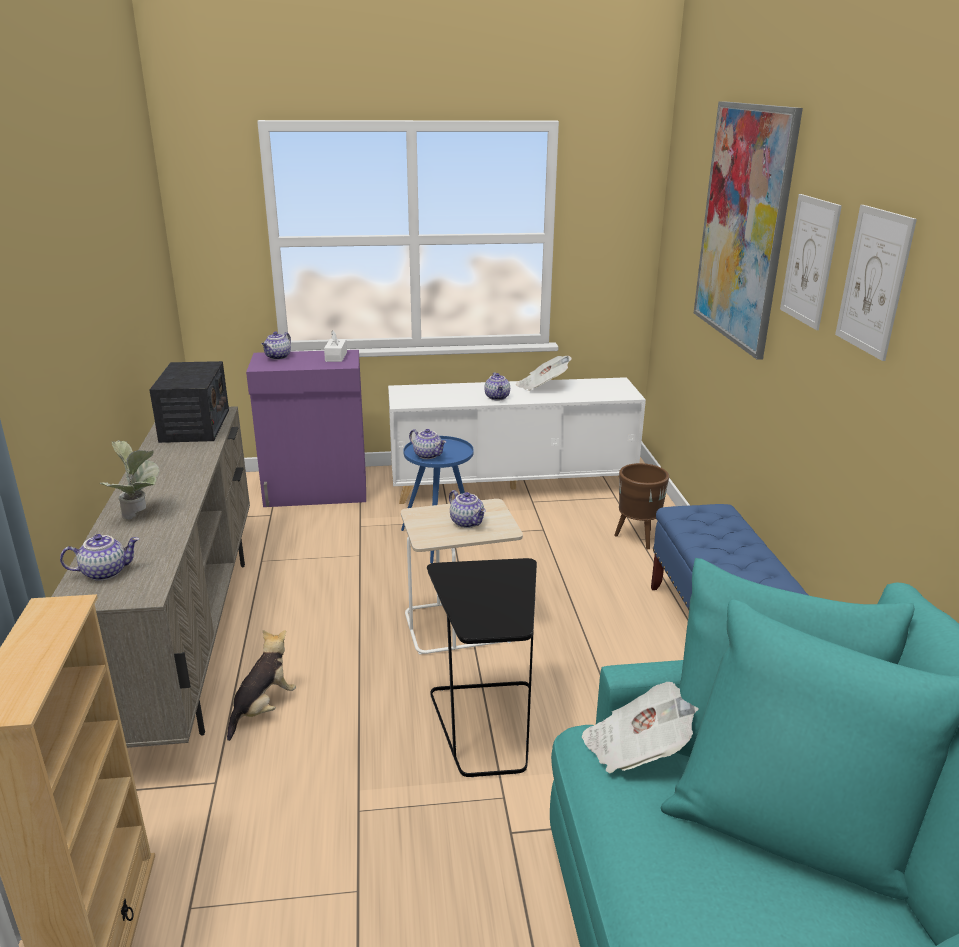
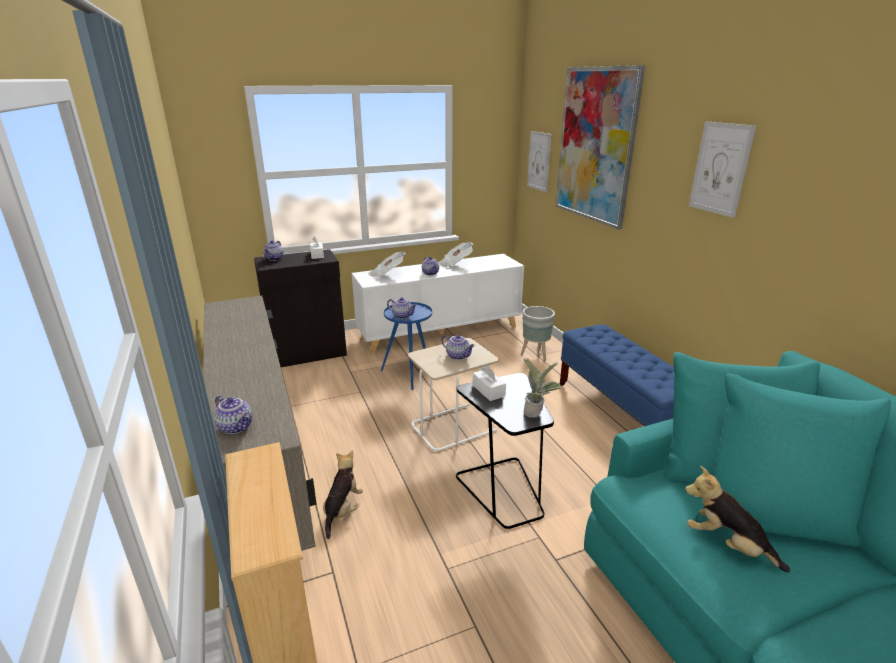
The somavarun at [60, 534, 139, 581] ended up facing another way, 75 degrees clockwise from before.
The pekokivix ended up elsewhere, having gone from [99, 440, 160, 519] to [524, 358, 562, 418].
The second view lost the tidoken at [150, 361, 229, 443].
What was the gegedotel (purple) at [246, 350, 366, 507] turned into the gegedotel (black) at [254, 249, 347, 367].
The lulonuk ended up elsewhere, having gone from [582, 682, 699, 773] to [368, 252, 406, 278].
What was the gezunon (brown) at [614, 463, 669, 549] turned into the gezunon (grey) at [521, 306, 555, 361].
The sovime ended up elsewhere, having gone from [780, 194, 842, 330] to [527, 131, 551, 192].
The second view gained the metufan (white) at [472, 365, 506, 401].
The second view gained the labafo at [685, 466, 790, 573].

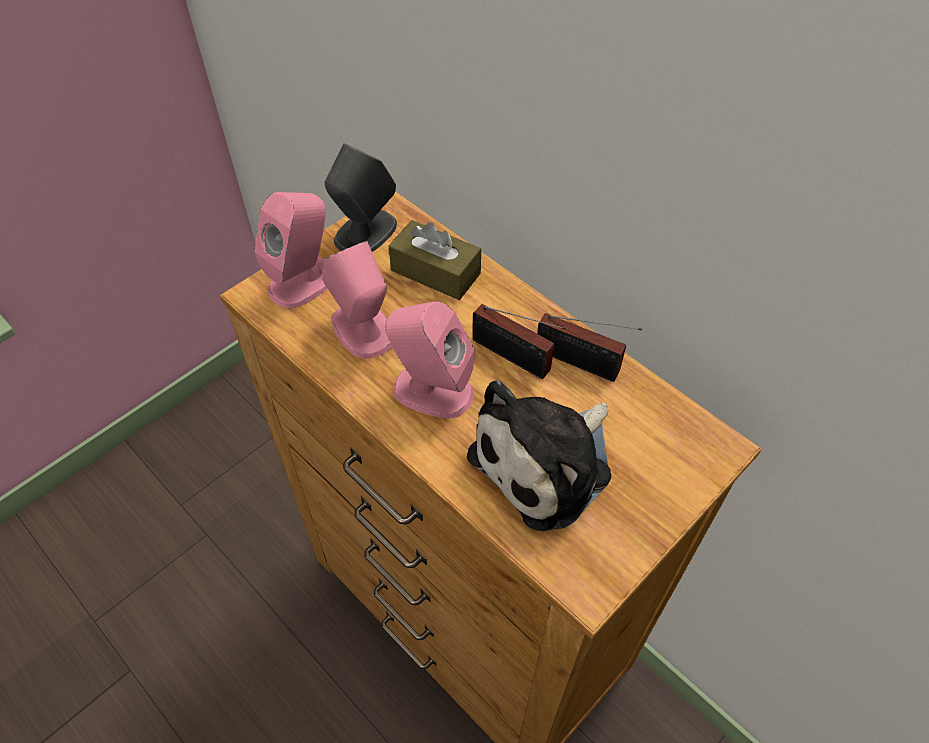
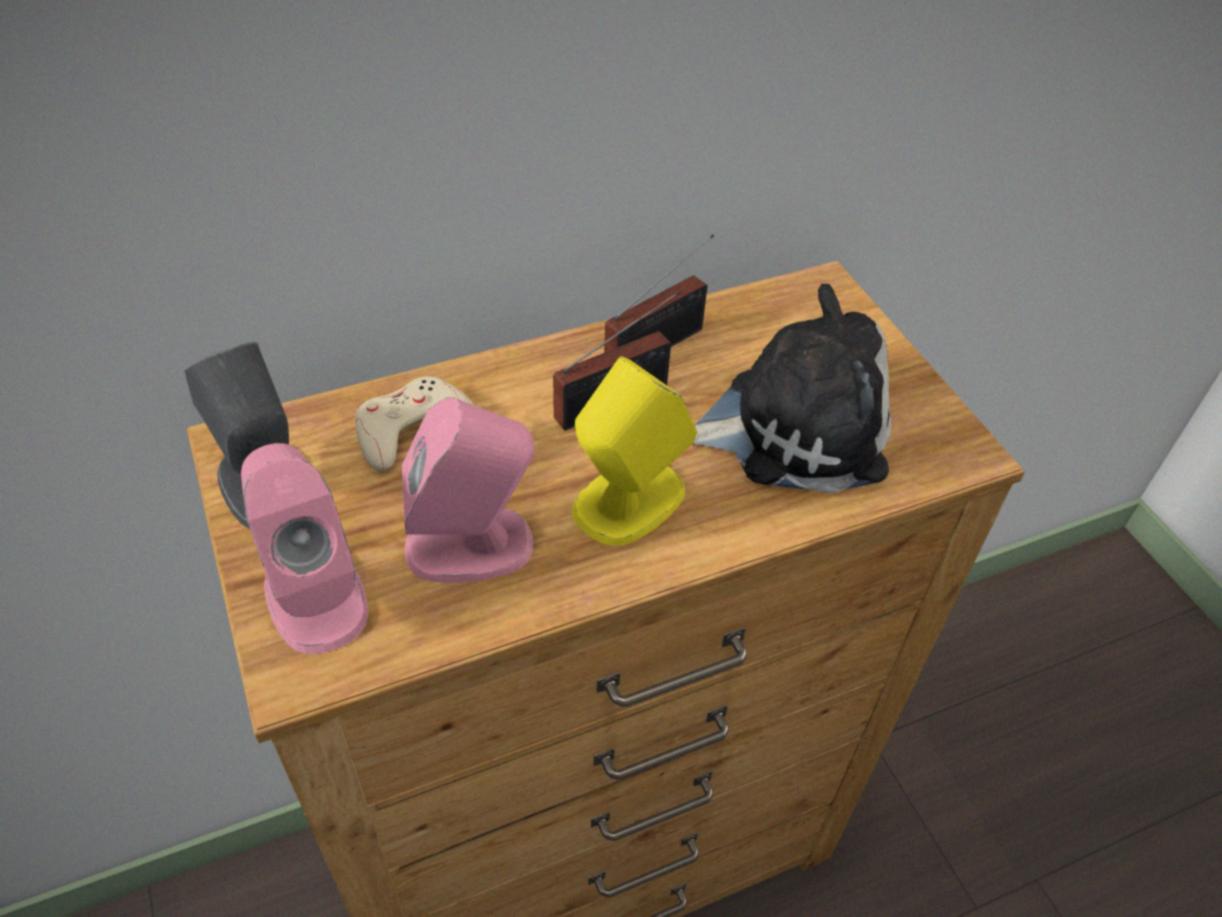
What was the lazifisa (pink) at [385, 301, 475, 418] turned into the lazifisa (yellow) at [572, 356, 697, 546].
Where the metufan (brown) stood at [389, 220, 481, 300], the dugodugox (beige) came to stand at [355, 376, 474, 471].
The labafo at [467, 380, 611, 531] ended up facing another way, 75 degrees counterclockwise from before.

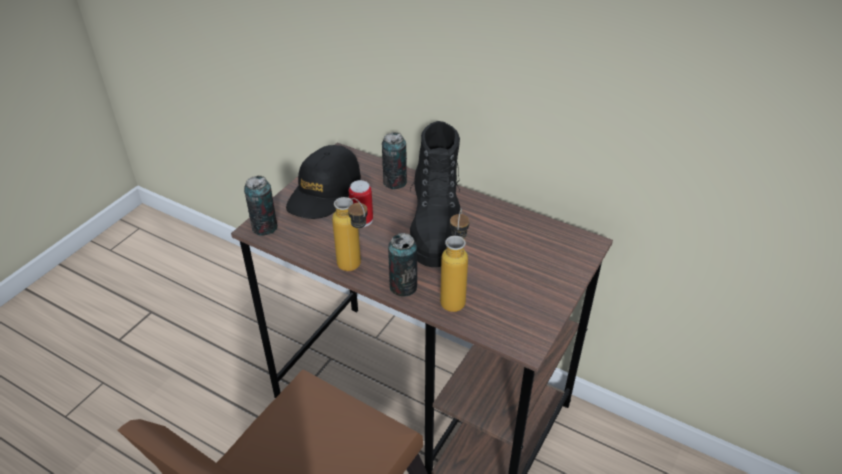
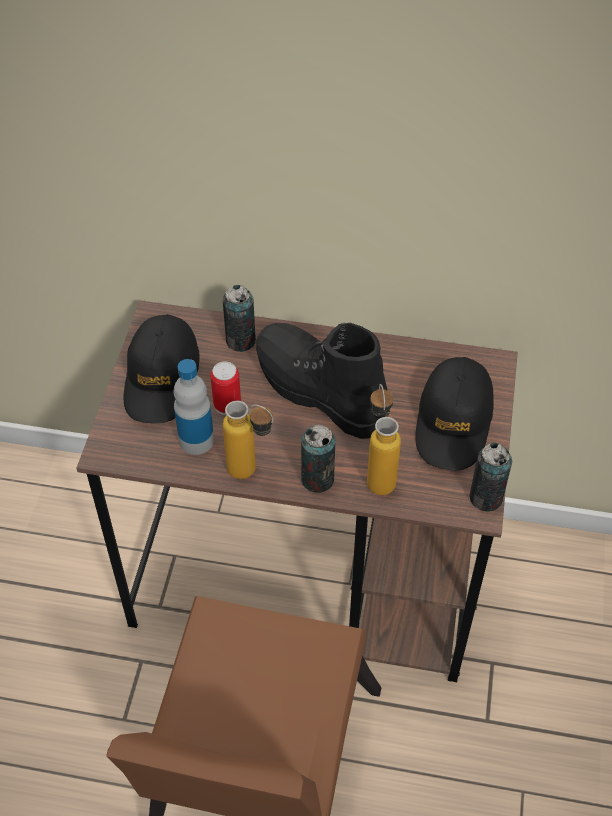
The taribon ended up elsewhere, having gone from [244, 176, 277, 236] to [469, 442, 512, 512].
The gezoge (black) at [410, 121, 461, 267] ended up facing another way, 150 degrees clockwise from before.
The second view gained the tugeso at [173, 359, 214, 455].
The second view gained the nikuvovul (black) at [415, 357, 494, 471].

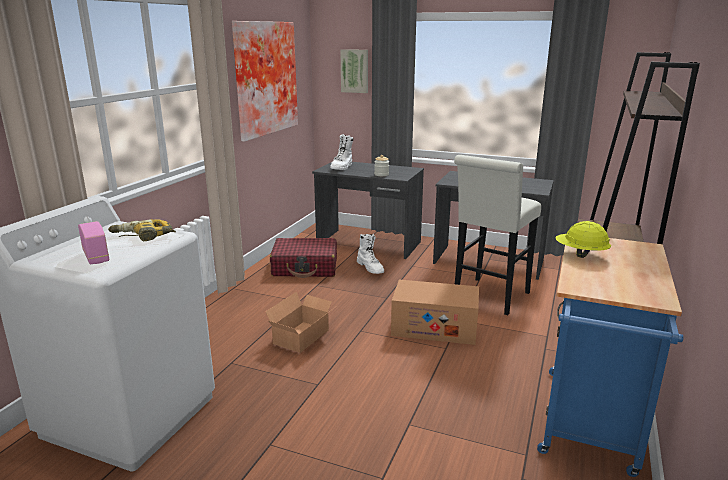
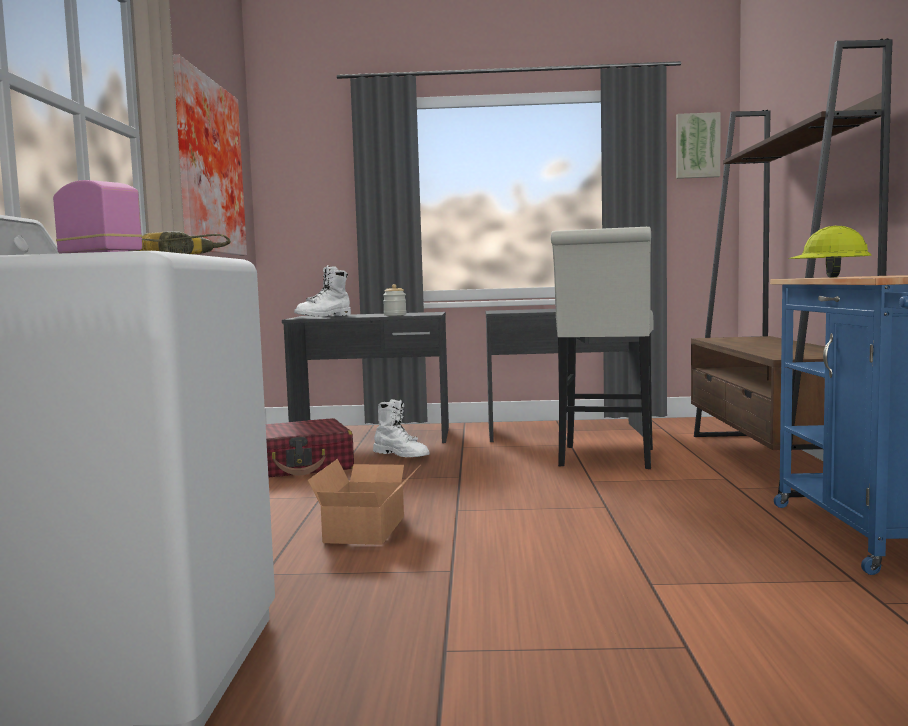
The gezoge (white) at [330, 134, 353, 170] ended up facing another way, 45 degrees clockwise from before.
The sovime ended up elsewhere, having gone from [340, 49, 368, 93] to [676, 112, 721, 179].
The second view lost the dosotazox at [391, 280, 479, 345].

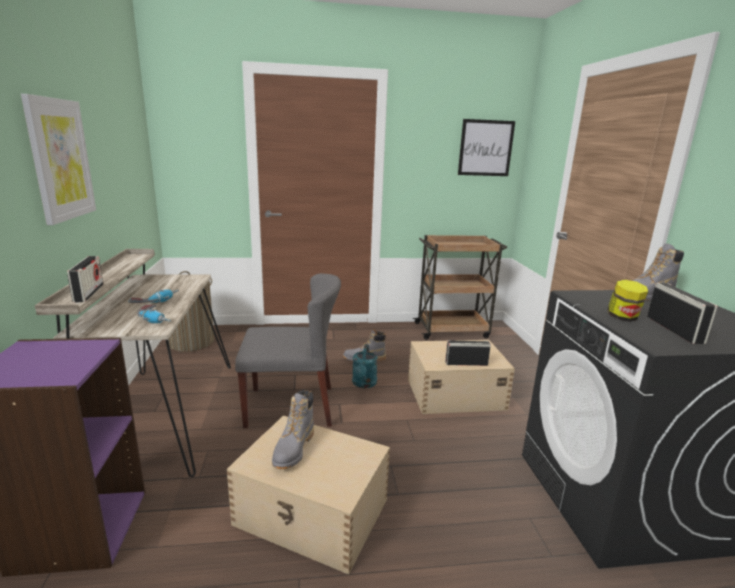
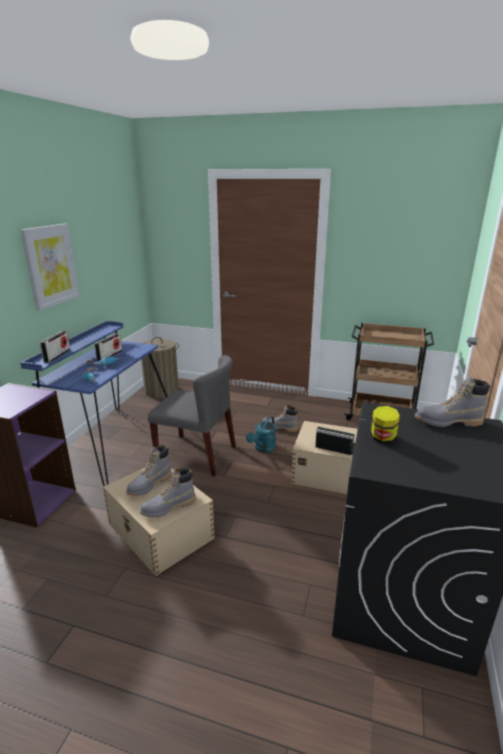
What was the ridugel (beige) at [35, 249, 231, 477] turned into the ridugel (blue) at [20, 321, 167, 486].
The second view lost the sovime at [458, 119, 515, 176].
The tidoken ended up elsewhere, having gone from [647, 283, 718, 344] to [94, 334, 122, 361].
The second view gained the gezoge (grey) at [140, 468, 196, 517].

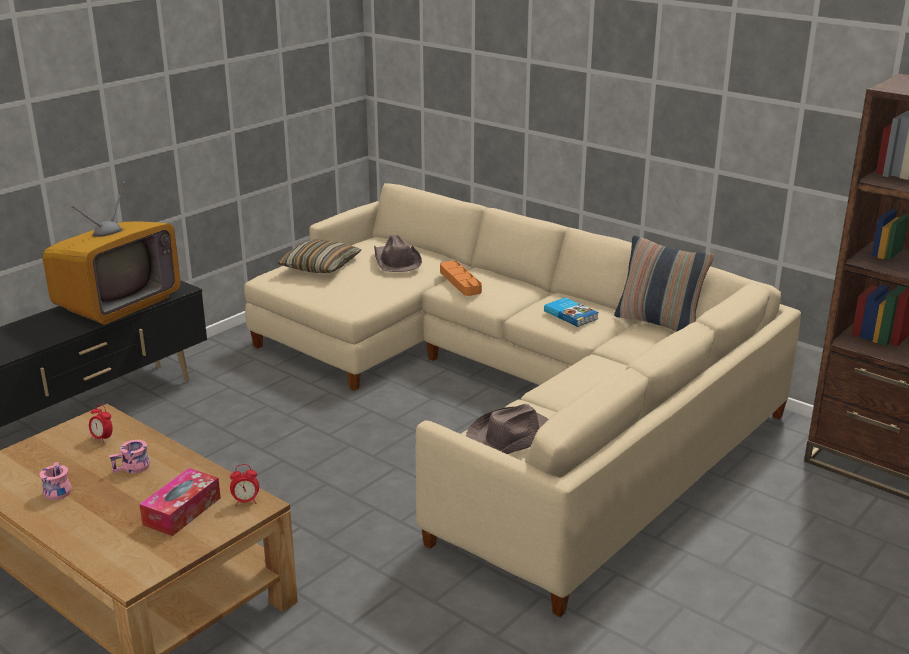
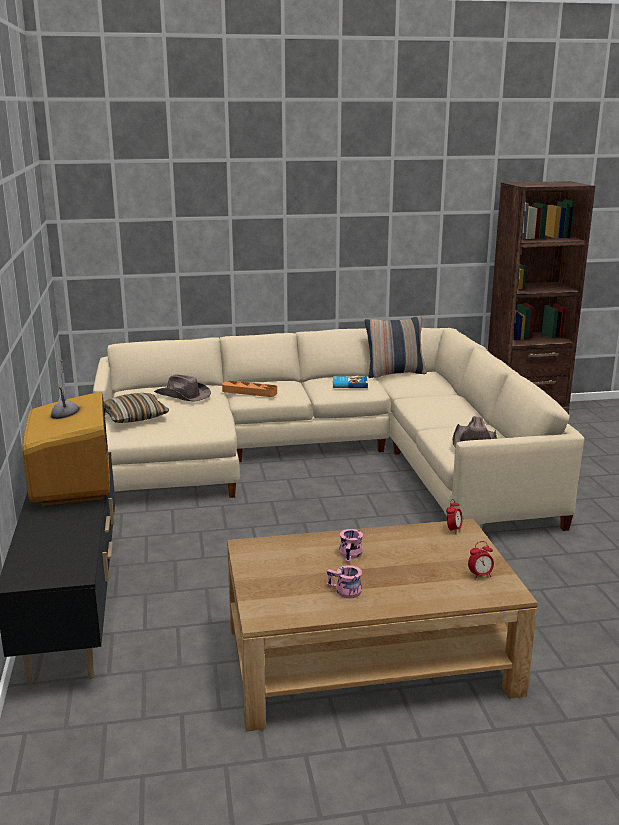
The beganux ended up elsewhere, having gone from [89, 404, 113, 444] to [468, 541, 494, 580].
The second view lost the metufan at [139, 468, 221, 536].

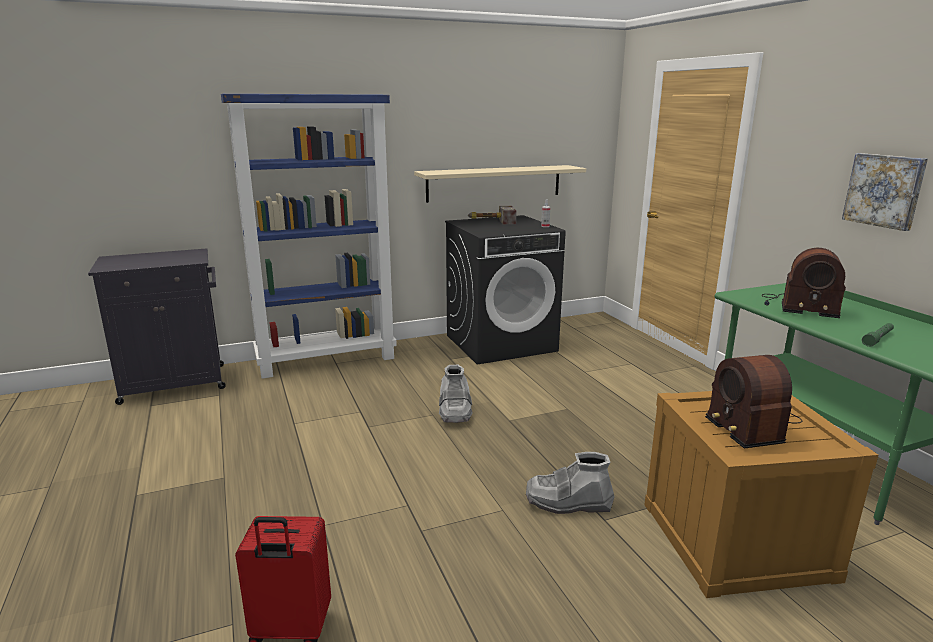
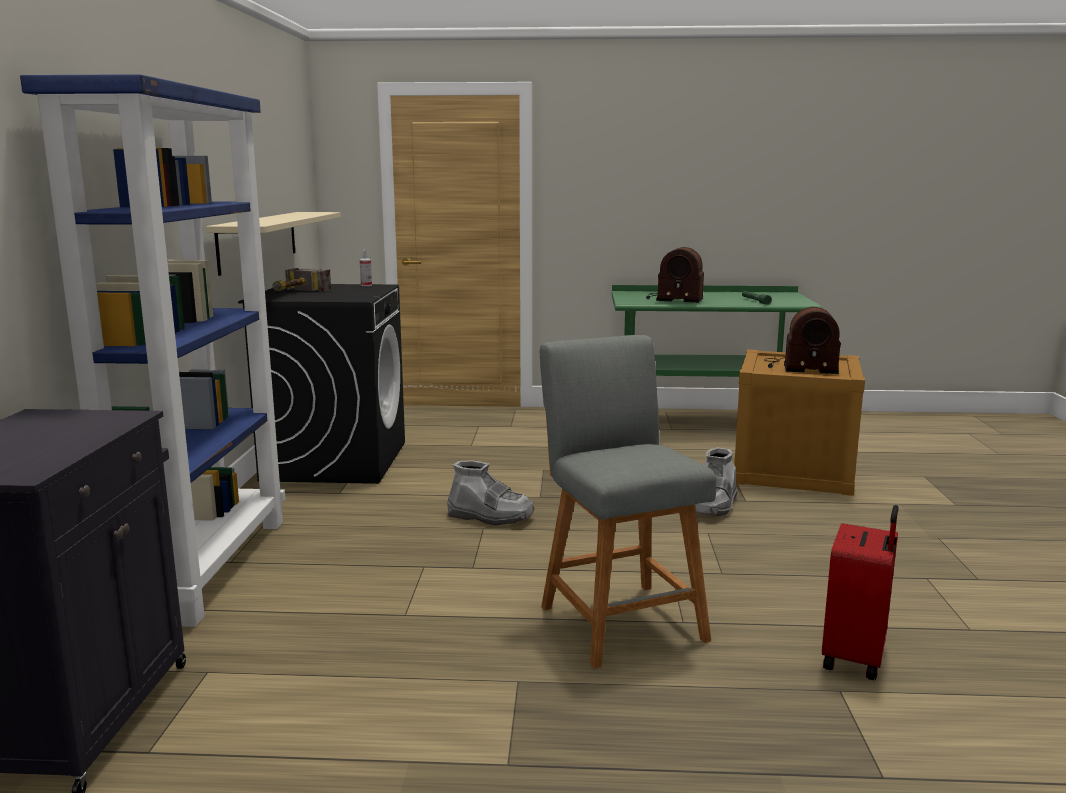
The tidoken at [762, 248, 846, 318] ended up facing another way, 60 degrees clockwise from before.
The second view lost the sovime at [842, 153, 928, 231].
The second view gained the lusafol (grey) at [540, 335, 716, 669].

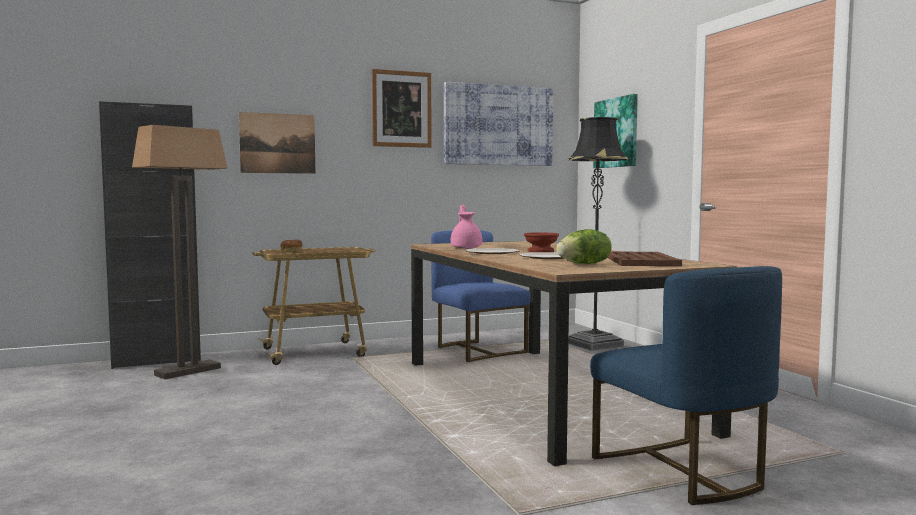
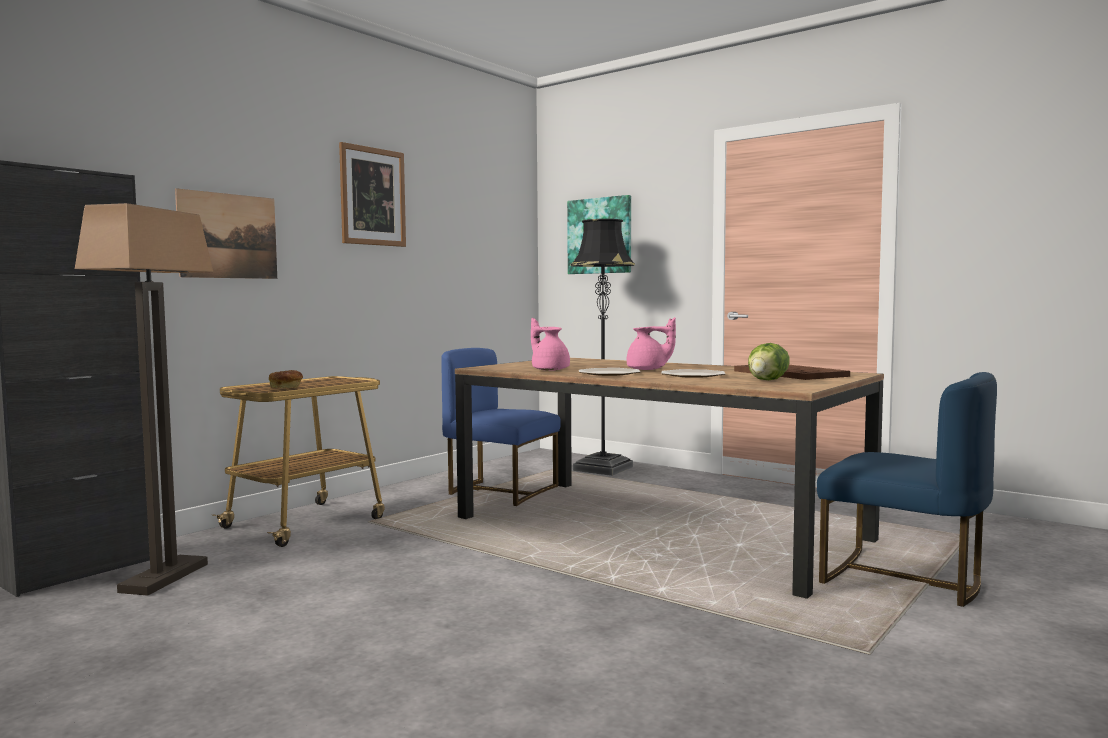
The second view lost the sovime at [444, 82, 553, 166].
Where the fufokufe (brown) stood at [524, 232, 559, 252], the somavarun (pink) came to stand at [627, 317, 676, 370].

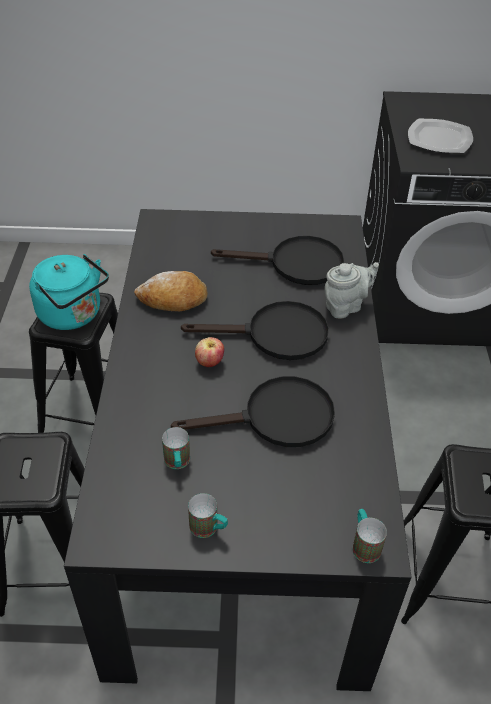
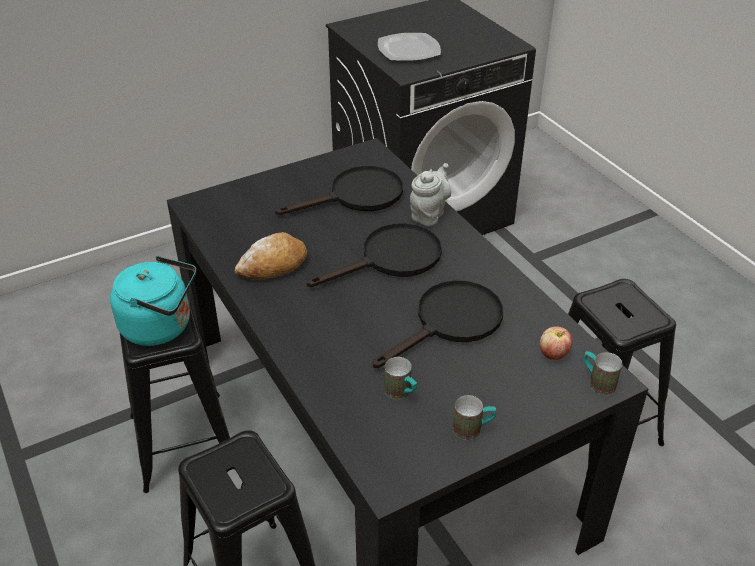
The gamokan ended up elsewhere, having gone from [195, 337, 224, 367] to [540, 326, 572, 360].

